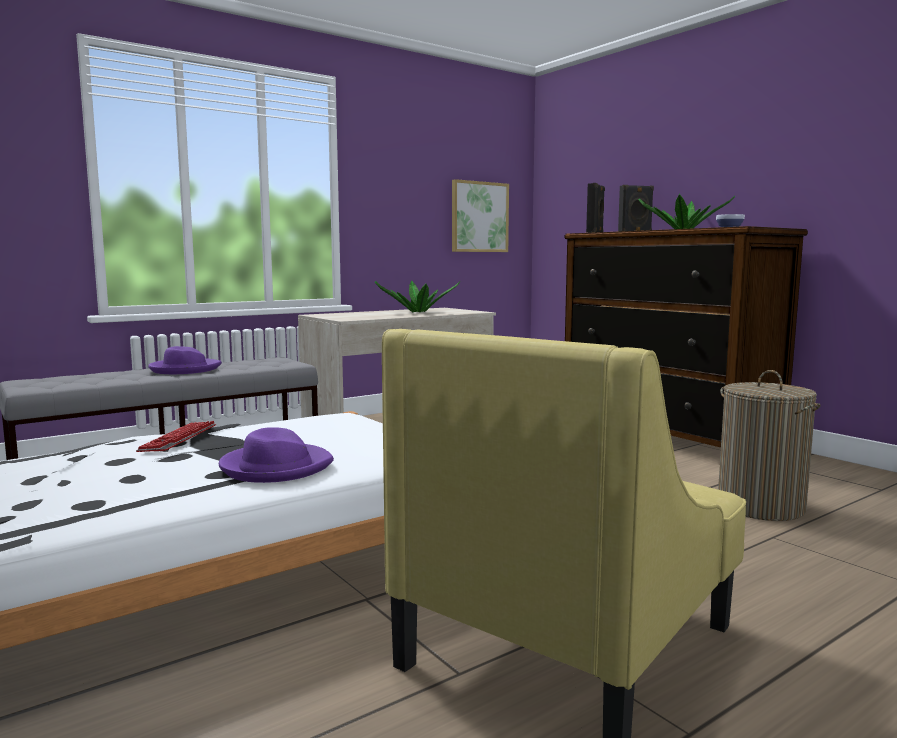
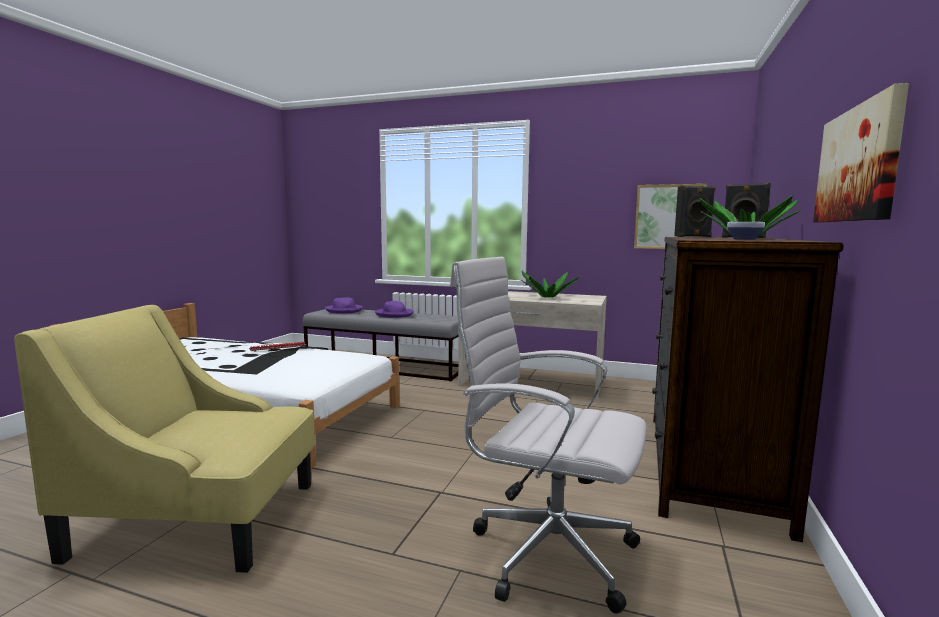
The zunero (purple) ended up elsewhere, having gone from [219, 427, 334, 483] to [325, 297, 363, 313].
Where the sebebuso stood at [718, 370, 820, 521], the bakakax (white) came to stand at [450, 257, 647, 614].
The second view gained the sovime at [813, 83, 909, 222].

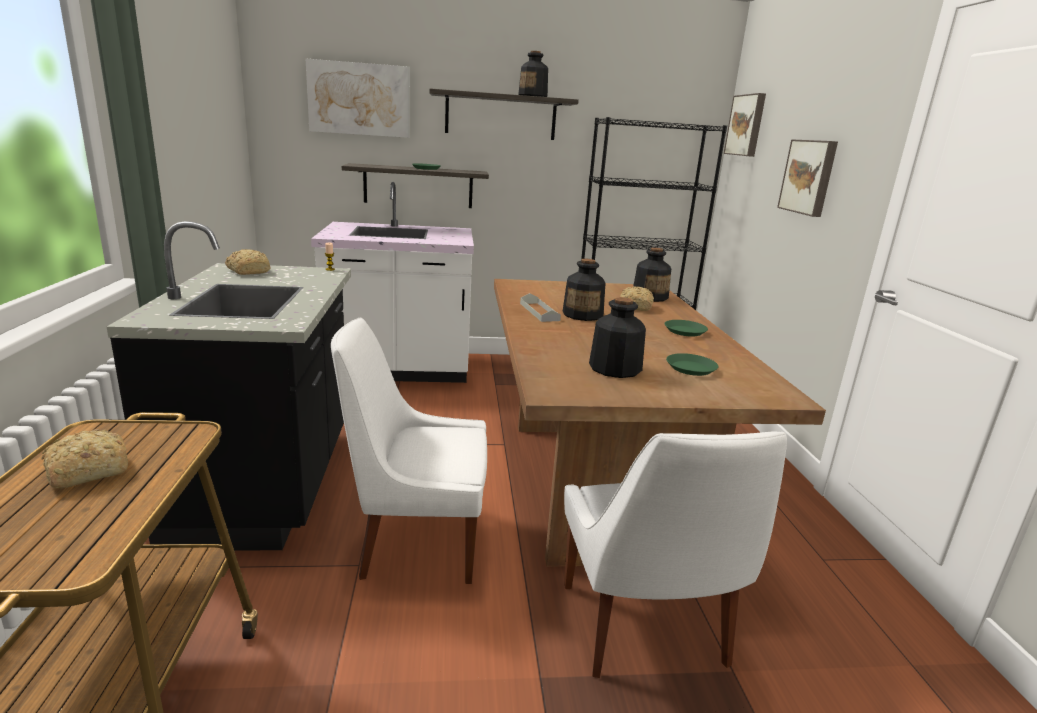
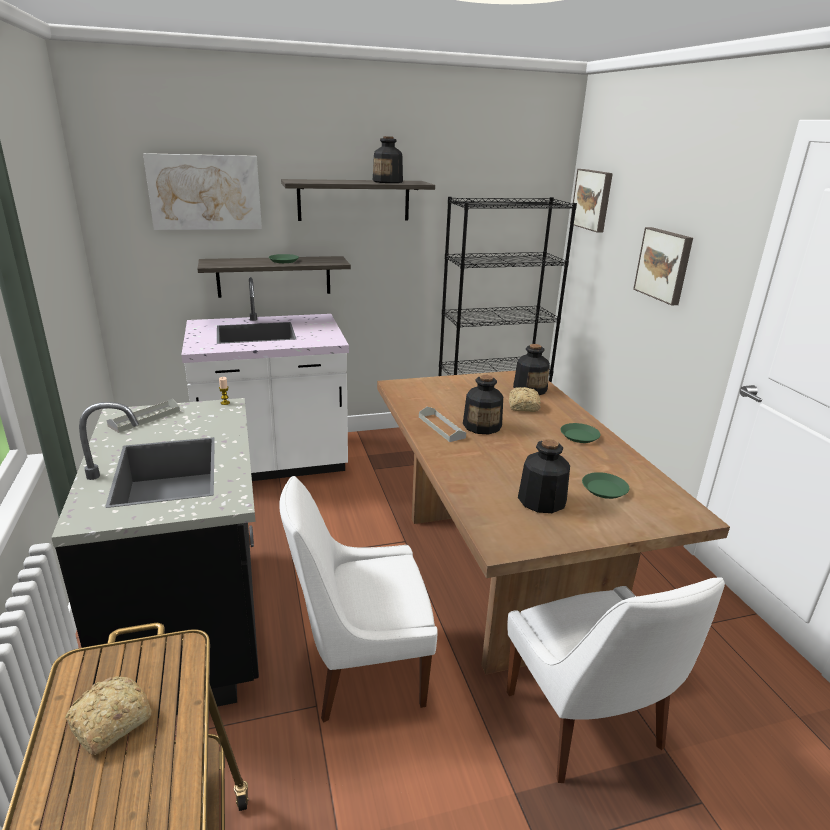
Where the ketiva stood at [225, 249, 270, 275], the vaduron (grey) came to stand at [107, 399, 180, 433].

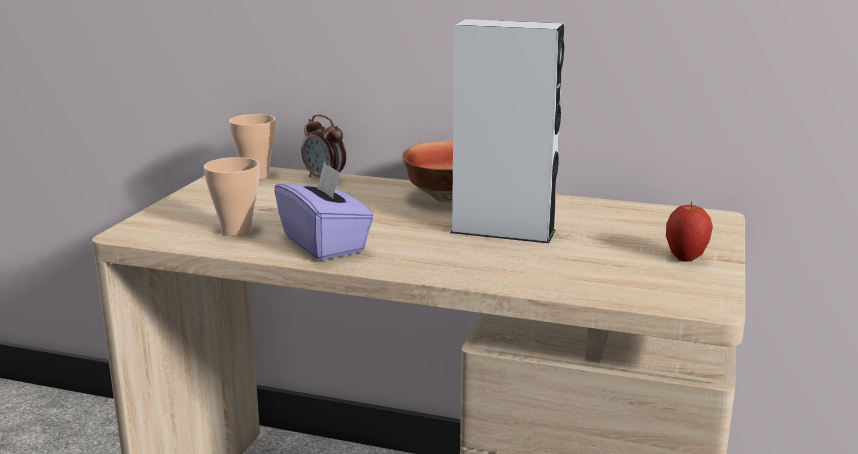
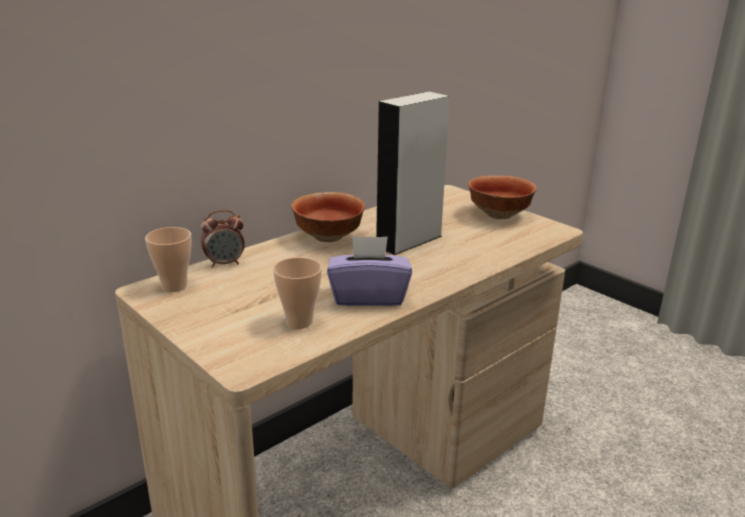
Where the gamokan stood at [666, 202, 713, 262], the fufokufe came to stand at [468, 175, 537, 219].

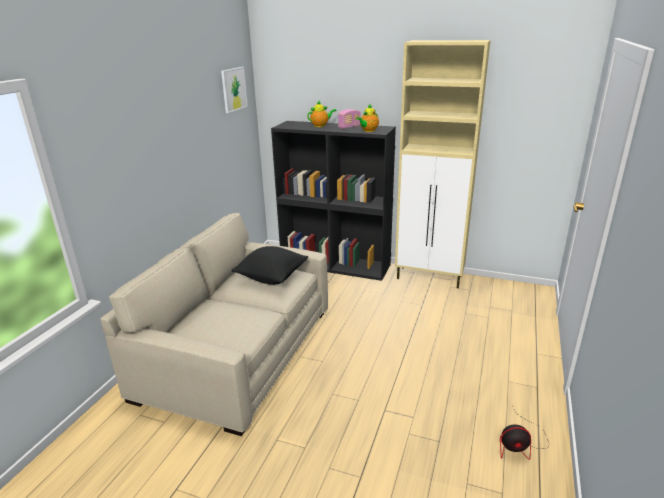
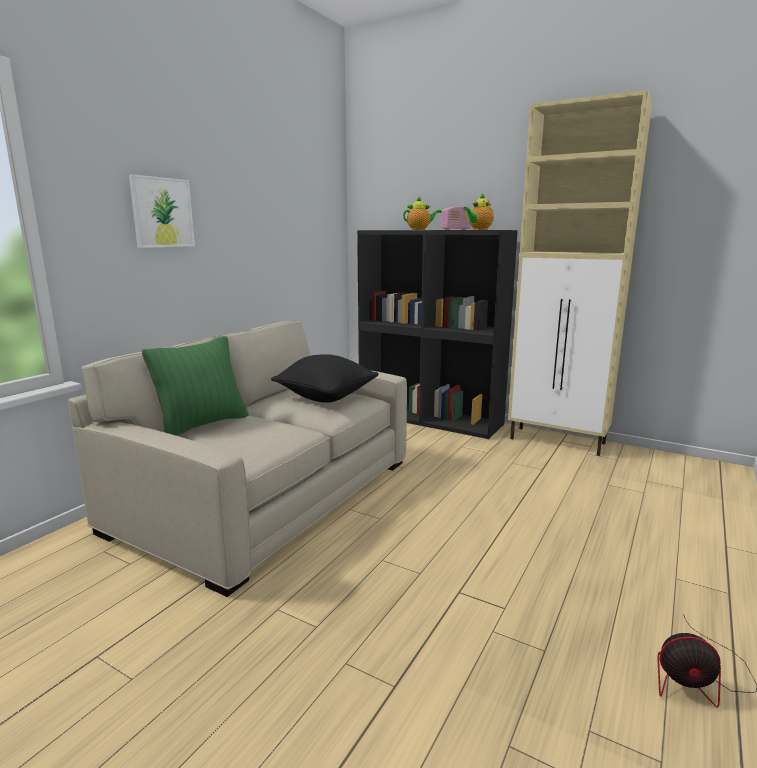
The sovime ended up elsewhere, having gone from [221, 67, 248, 113] to [129, 174, 195, 248].
The second view gained the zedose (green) at [142, 336, 249, 436].

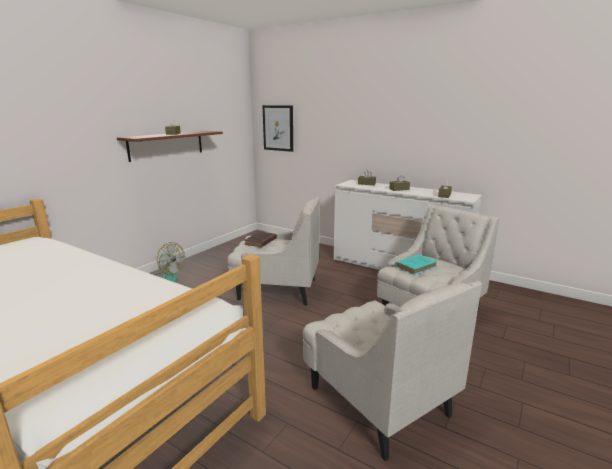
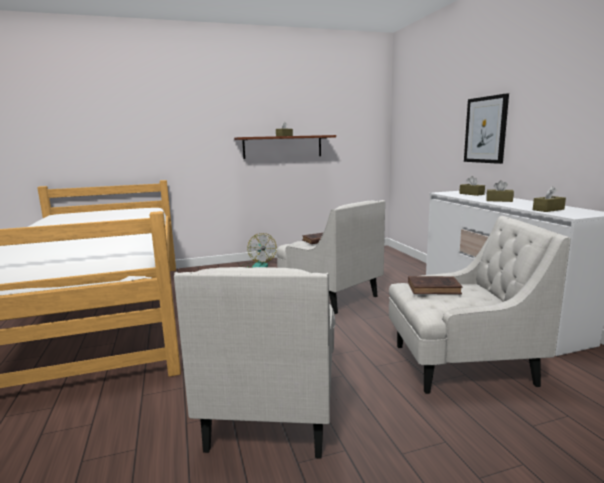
The sovime ended up elsewhere, having gone from [262, 105, 293, 152] to [464, 93, 509, 164].
What was the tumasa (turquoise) at [395, 254, 437, 275] turned into the tumasa (brown) at [408, 276, 462, 294].

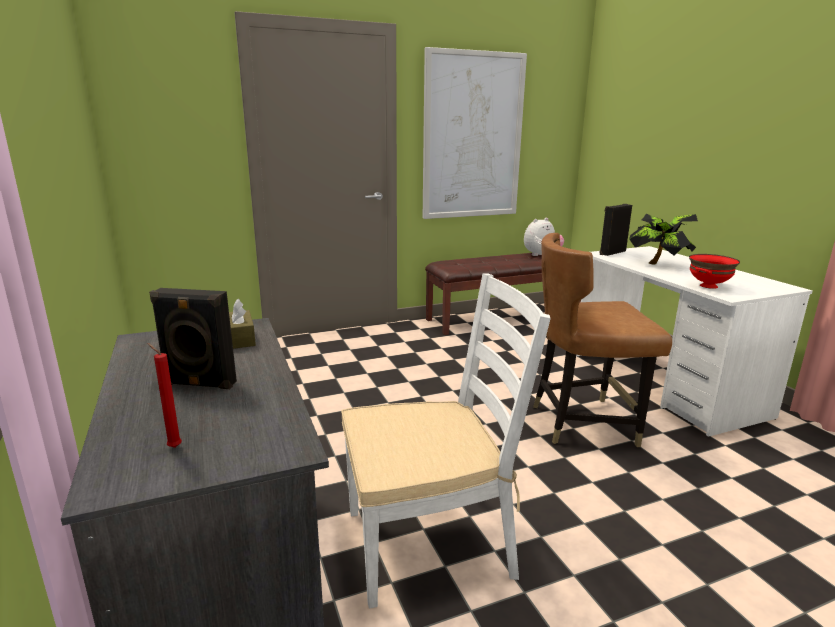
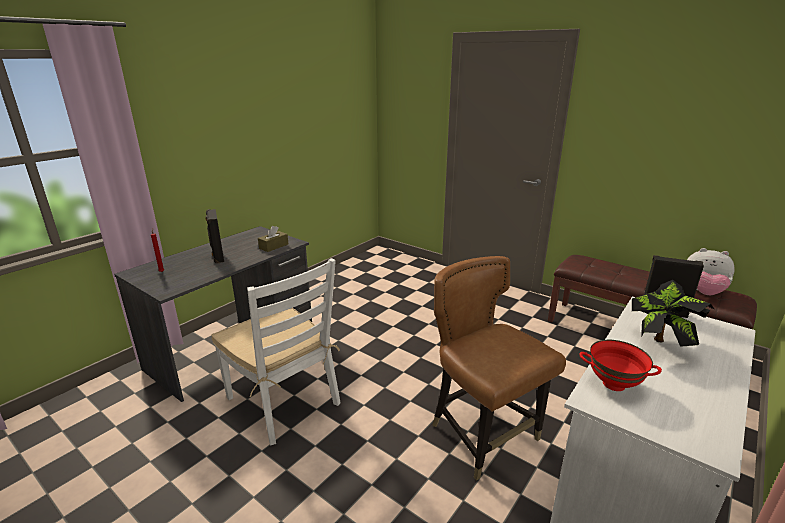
The second view lost the sovime at [423, 47, 527, 219].

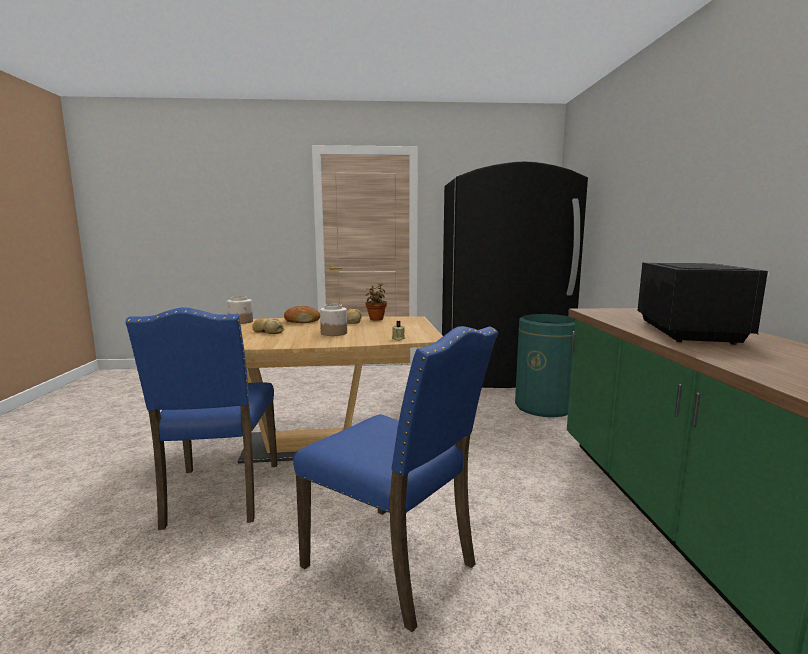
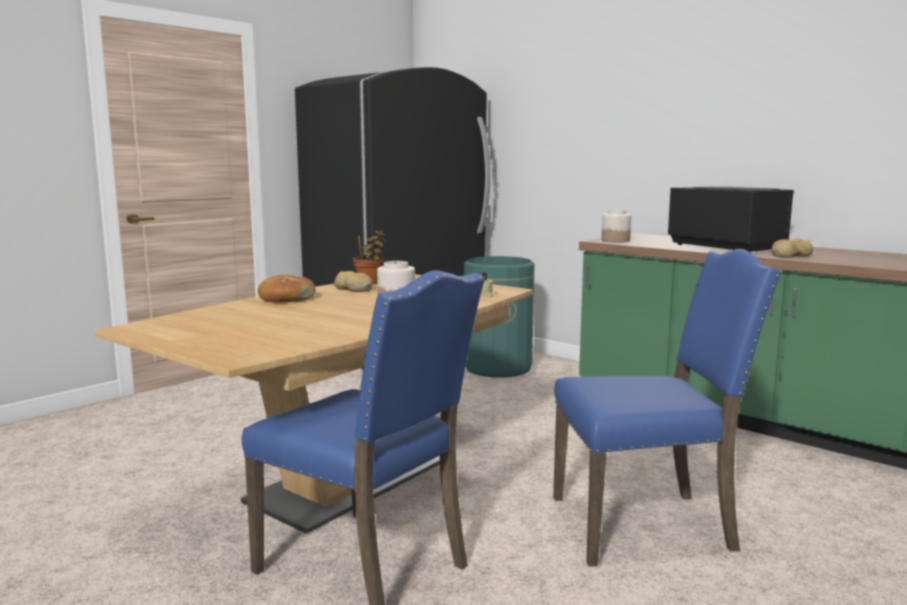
The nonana ended up elsewhere, having gone from [227, 296, 253, 324] to [602, 210, 631, 242].
The ketiva ended up elsewhere, having gone from [252, 318, 284, 334] to [771, 238, 813, 258].

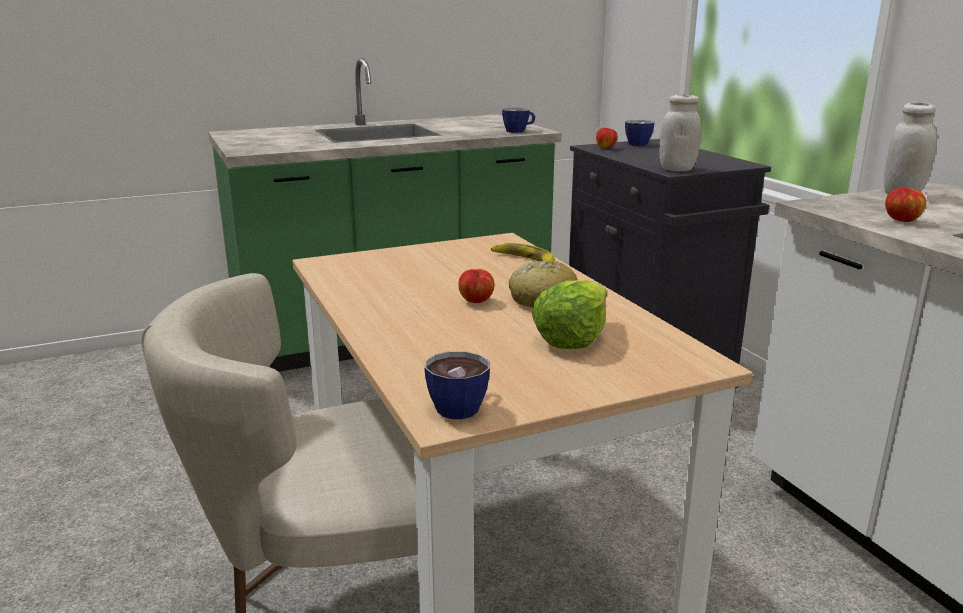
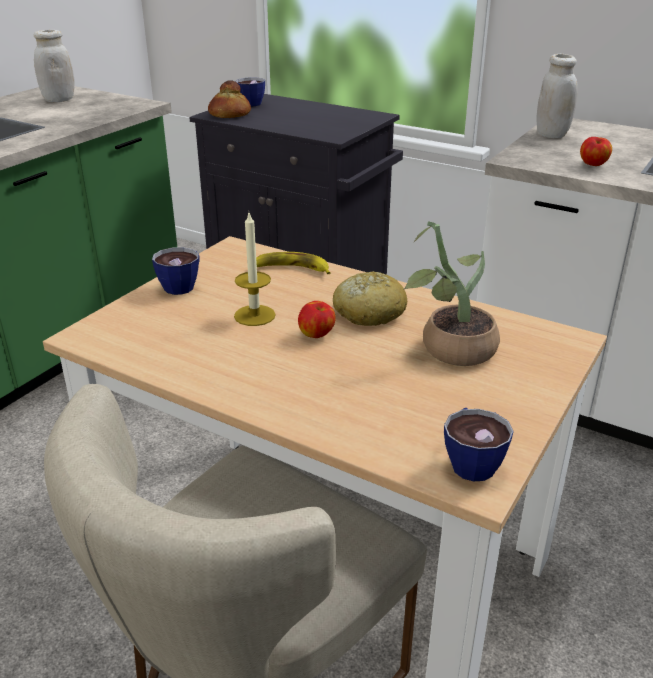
The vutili ended up elsewhere, having gone from [502, 108, 535, 133] to [152, 247, 199, 295].
Where the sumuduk stood at [532, 280, 607, 349], the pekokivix came to stand at [404, 221, 500, 366].
Where the gamokan stood at [596, 128, 618, 148], the ketiva came to stand at [208, 80, 251, 118].
The nonana (white) ended up elsewhere, having gone from [660, 95, 701, 171] to [34, 30, 75, 102].
The second view gained the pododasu at [234, 213, 276, 326].

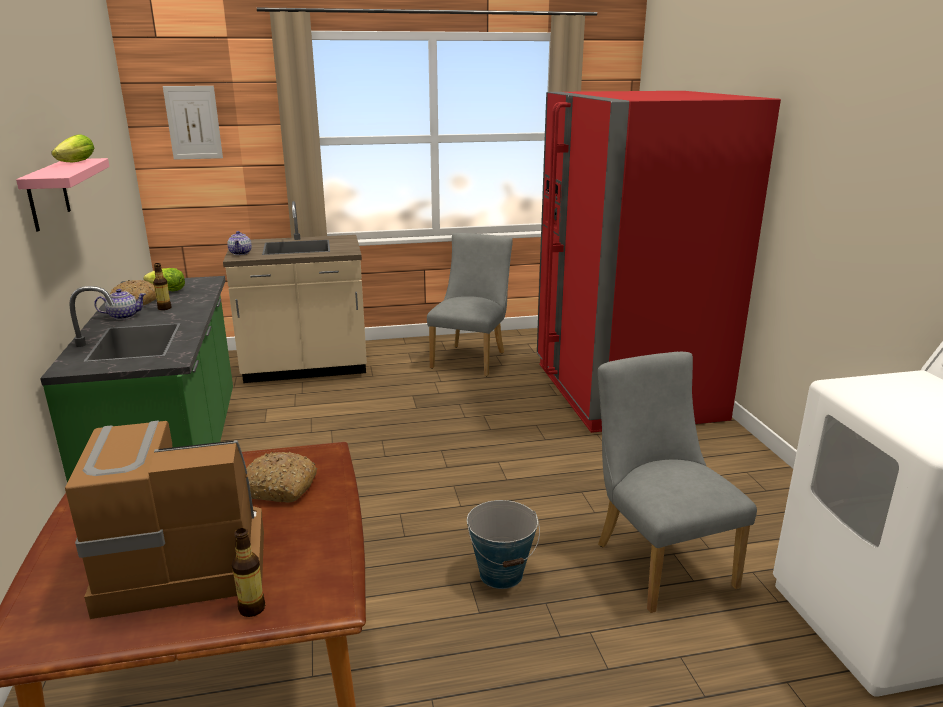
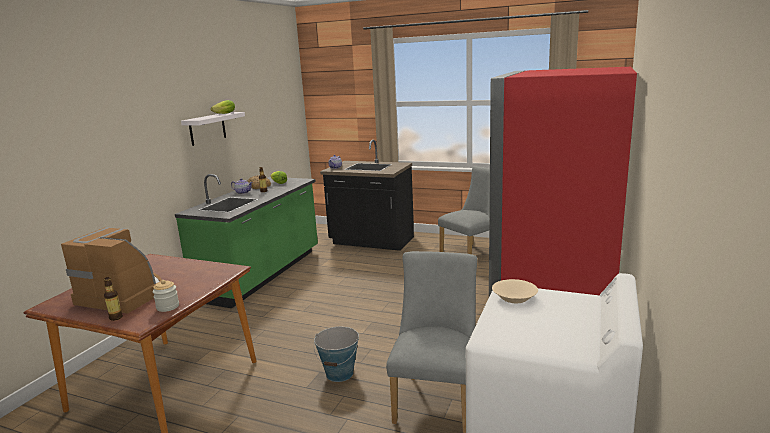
What was the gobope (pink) at [16, 158, 110, 232] turned into the gobope (white) at [181, 112, 245, 146].
The second view lost the sovime at [163, 86, 223, 160].
What was the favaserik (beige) at [223, 201, 367, 383] turned into the favaserik (black) at [320, 140, 414, 251].
The second view lost the ketiva at [246, 452, 317, 503].
The second view gained the nonana at [153, 280, 179, 312].
The second view gained the fufokufe (beige) at [492, 279, 538, 303].

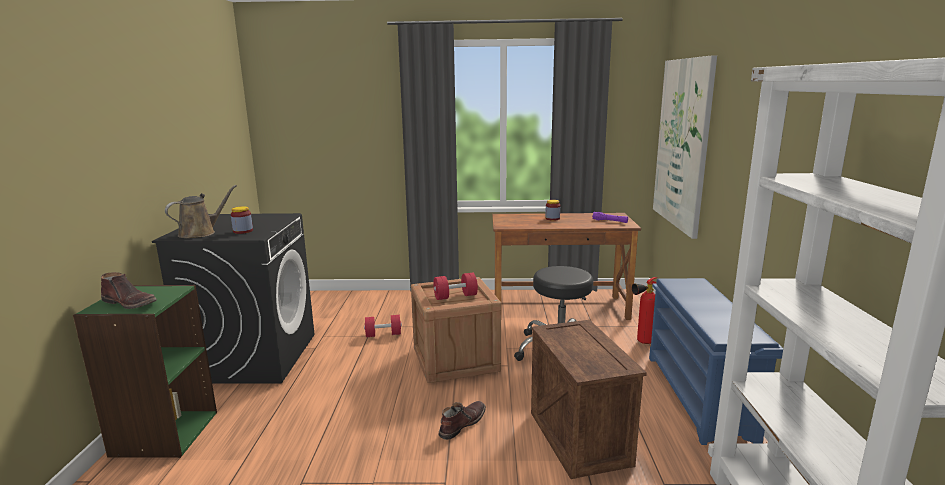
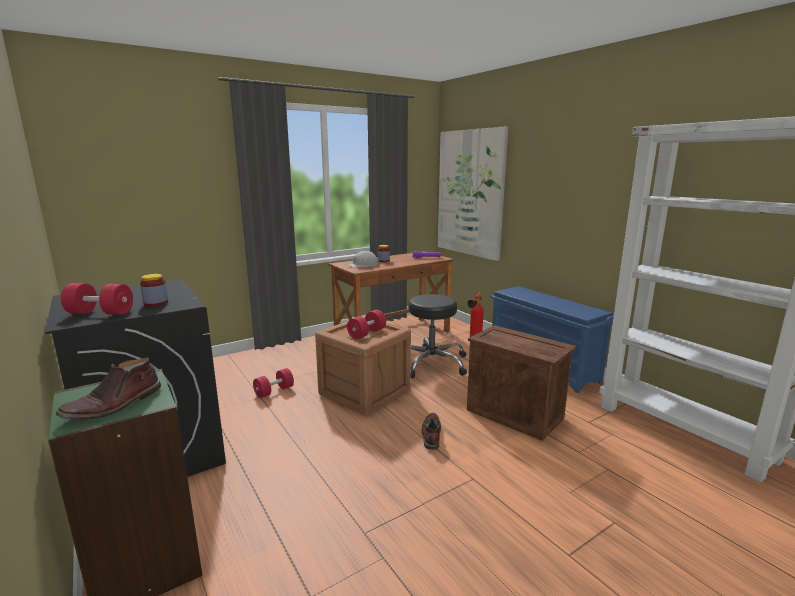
The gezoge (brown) at [101, 272, 157, 309] ended up facing another way, 135 degrees clockwise from before.
Where the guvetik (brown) stood at [165, 185, 237, 238], the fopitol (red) came to stand at [61, 283, 133, 315].
The second view gained the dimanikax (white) at [348, 251, 379, 267].

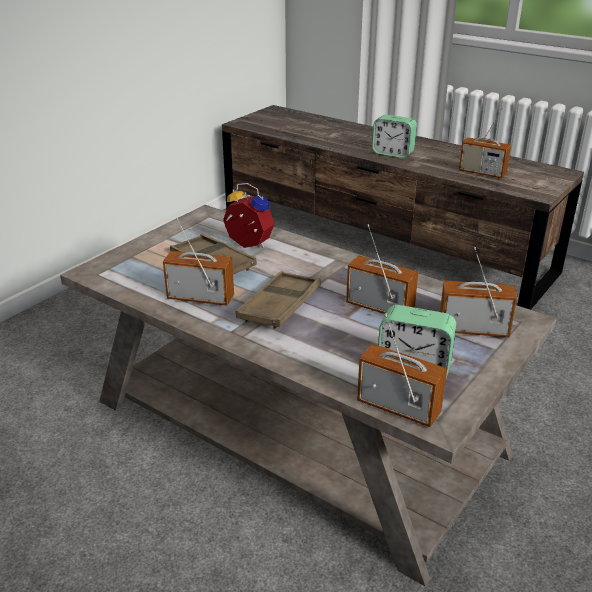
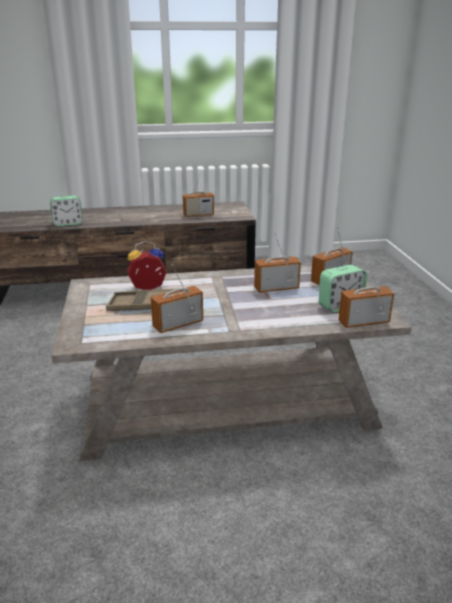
The second view lost the vaduron (brown) at [236, 271, 321, 329].
The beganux ended up elsewhere, having gone from [372, 115, 417, 158] to [50, 196, 83, 226].

